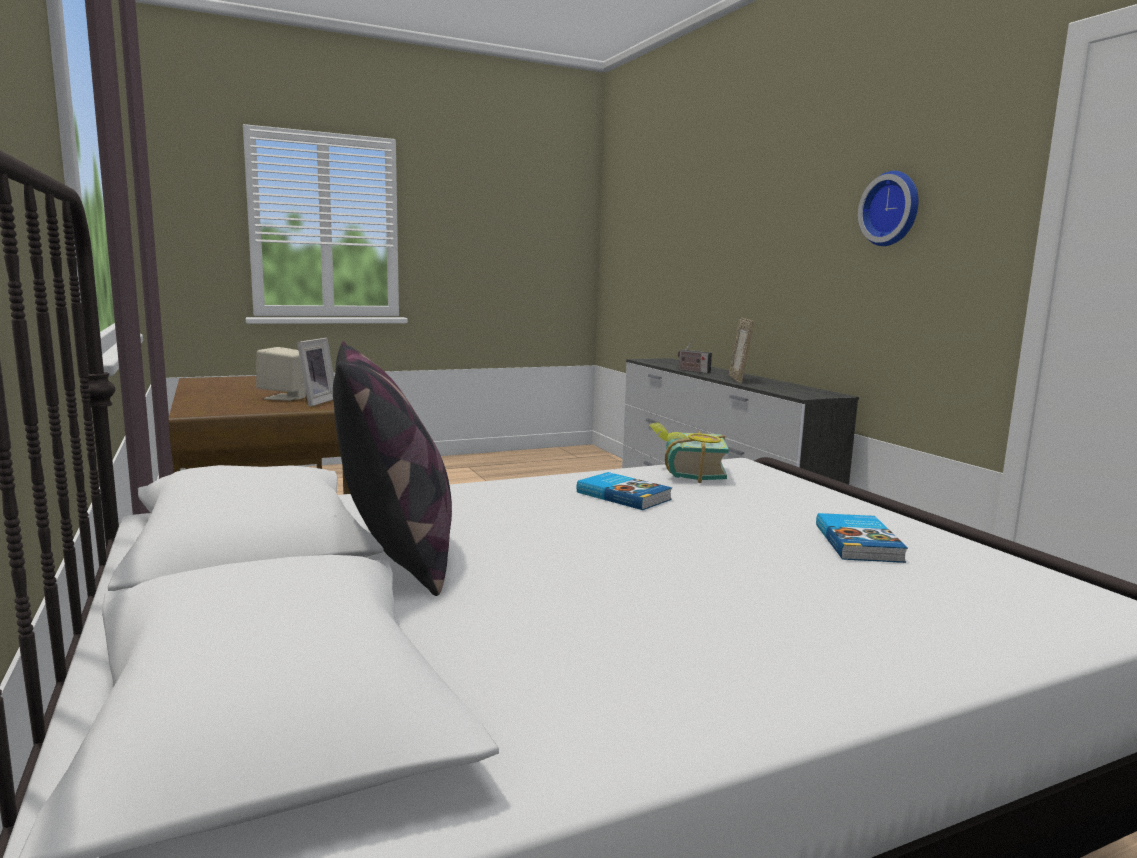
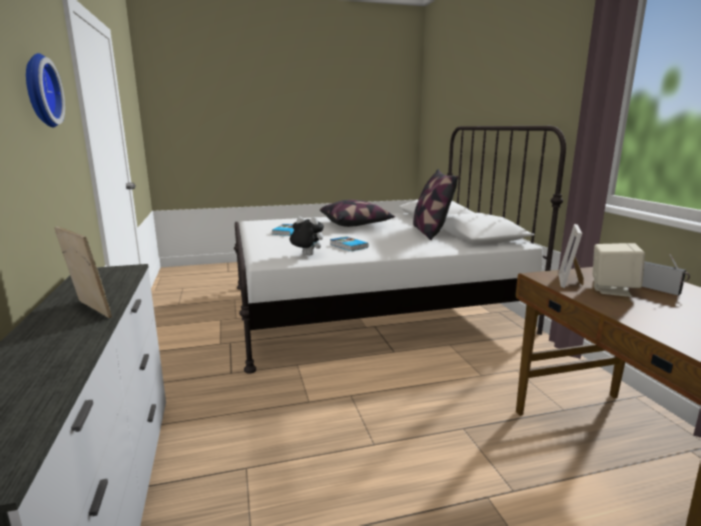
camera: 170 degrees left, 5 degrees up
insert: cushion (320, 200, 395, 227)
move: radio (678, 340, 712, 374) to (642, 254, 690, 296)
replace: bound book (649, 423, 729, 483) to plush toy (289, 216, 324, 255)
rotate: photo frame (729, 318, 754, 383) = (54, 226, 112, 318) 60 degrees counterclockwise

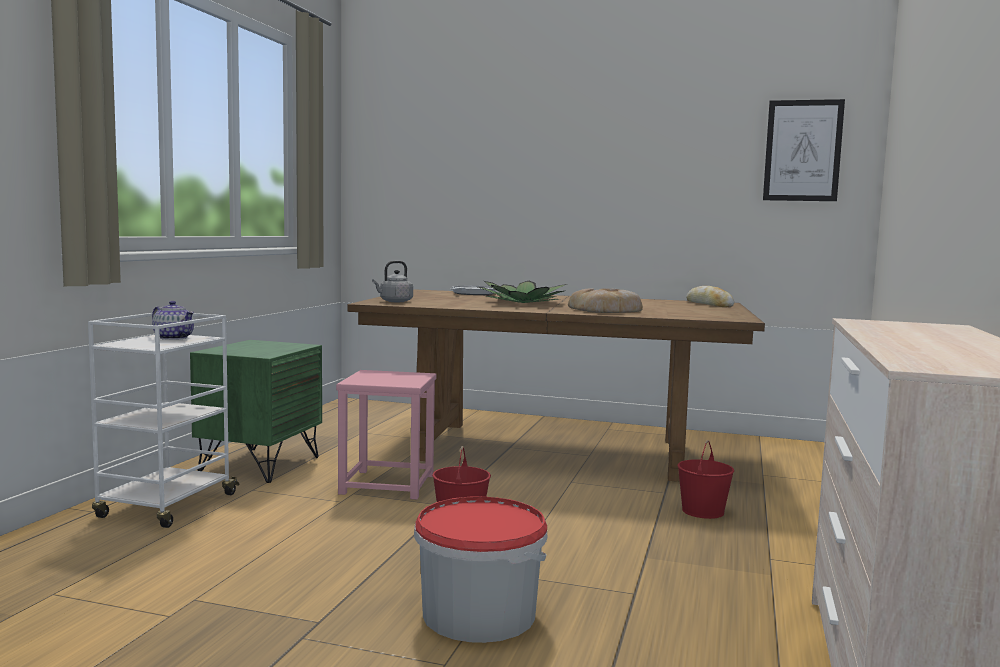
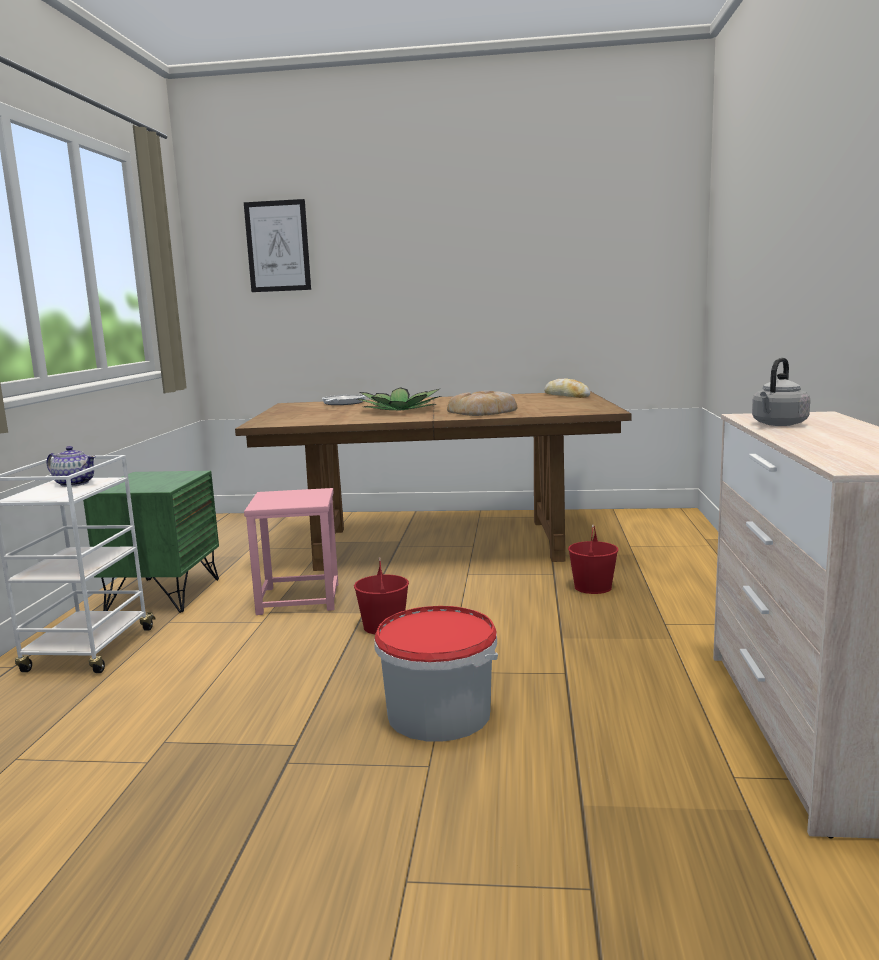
camera: 10 degrees left, 5 degrees up
move: wall art (763, 99, 845, 201) to (244, 199, 311, 292); gray water kettle (372, 261, 413, 302) to (752, 358, 810, 426)

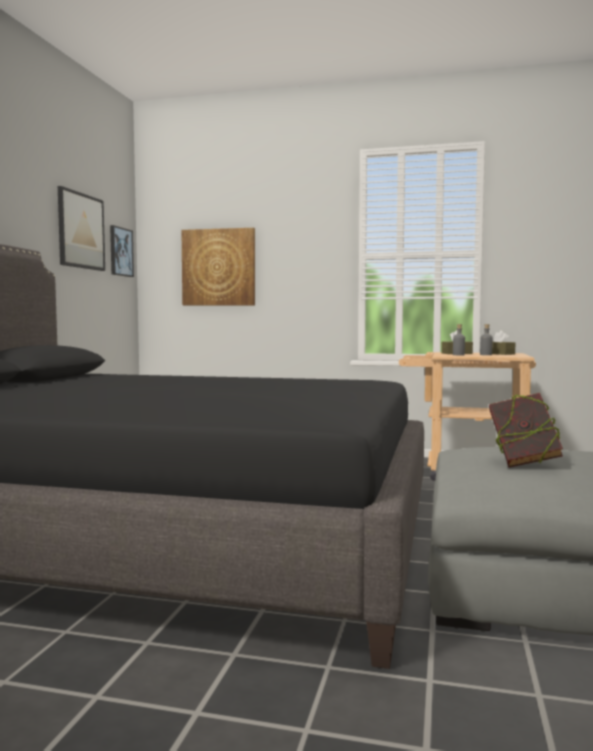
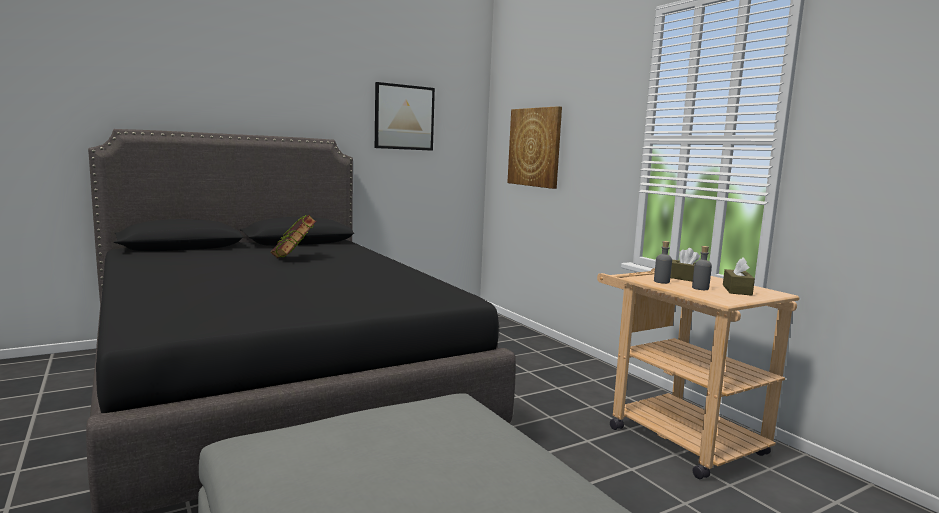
camera: 45 degrees right, 5 degrees up
delete: wall art (110, 225, 134, 277)
move: bound book (489, 393, 563, 468) to (271, 215, 316, 258)

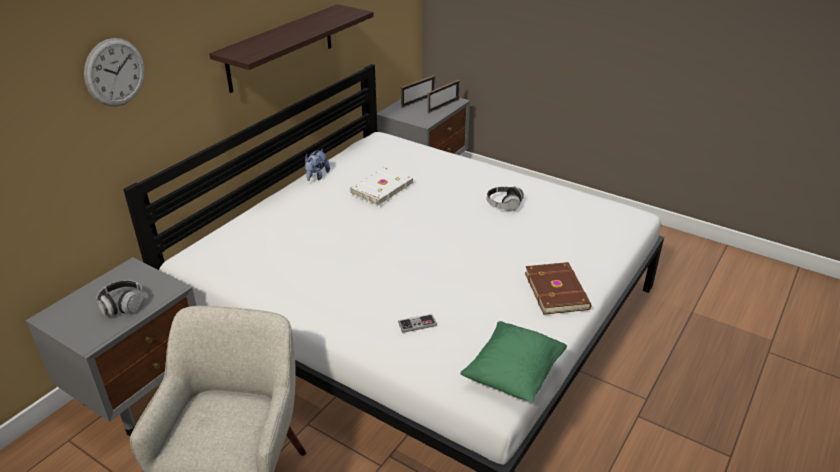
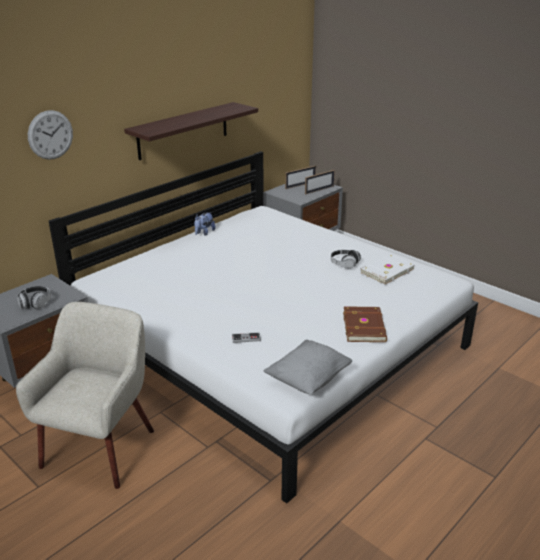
camera: 10 degrees right, 5 degrees down
move: white bound book (350, 167, 414, 206) to (360, 254, 416, 285)
recolor: green cushion (460, 321, 567, 402) to gray cushion (263, 339, 353, 394)

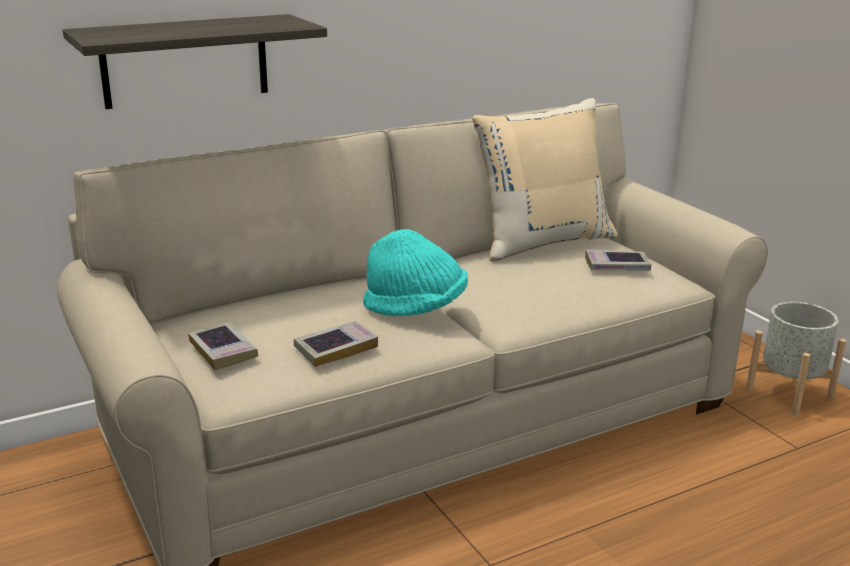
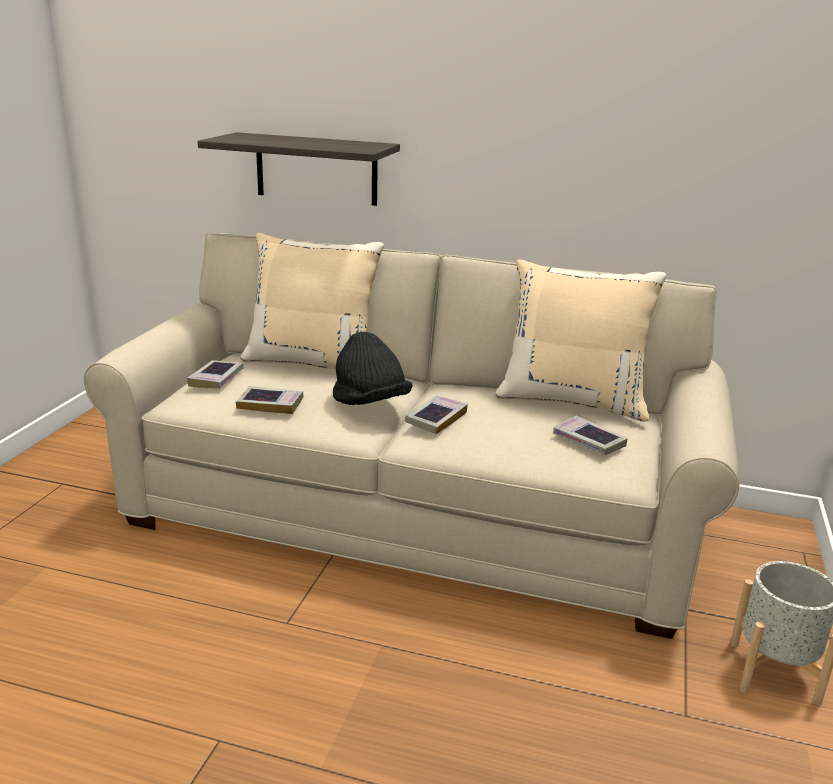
camera: 45 degrees right, 0 degrees up
insert: beige-coloured cushion (240, 233, 384, 370); bound book (405, 396, 468, 434)
recolor: blue-green clothing hat (363, 229, 468, 316) to black-coloured clothing hat (333, 331, 413, 405)

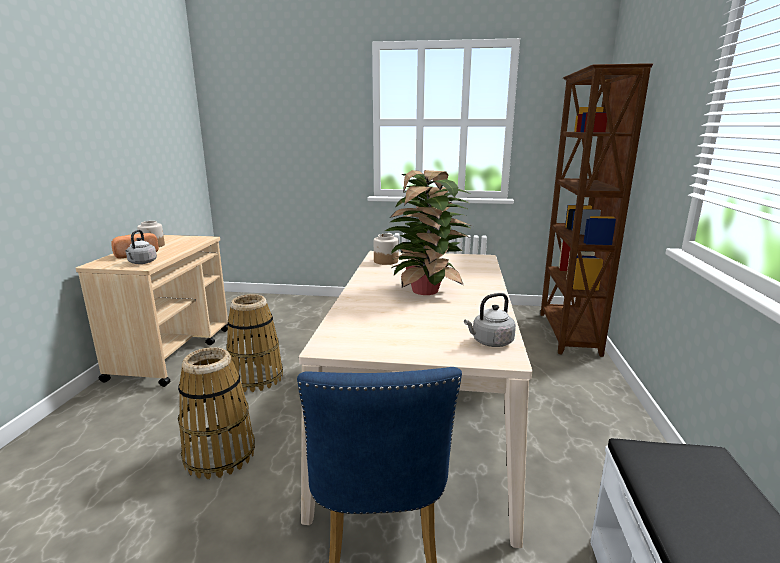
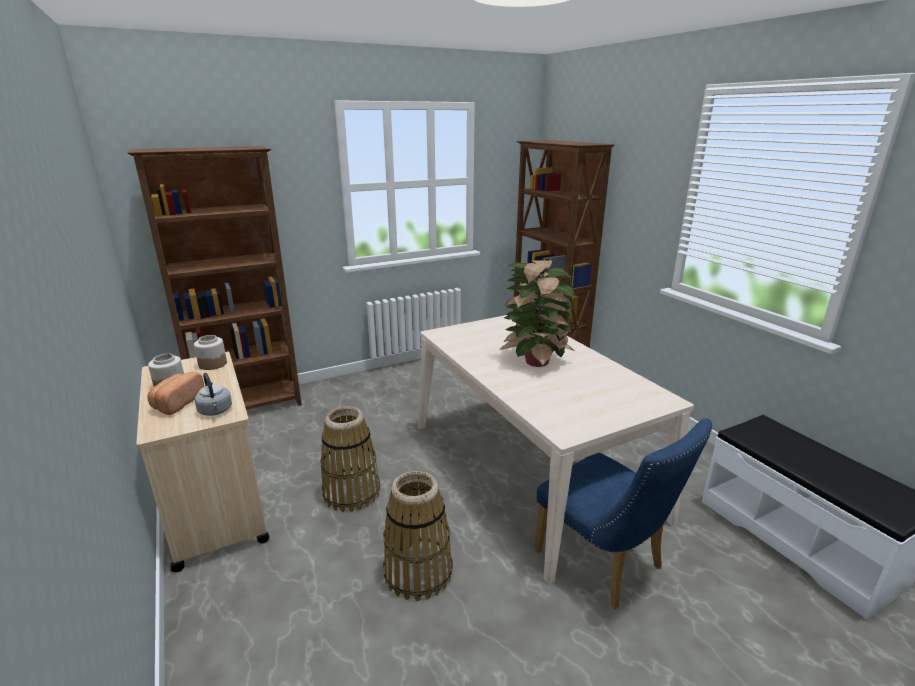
camera: 35 degrees left, 5 degrees up
delete: gray water kettle (464, 293, 516, 347)
insert: brown-coloured bookcase (127, 146, 302, 410)
move: preserve jar (374, 234, 398, 265) to (194, 335, 227, 370)

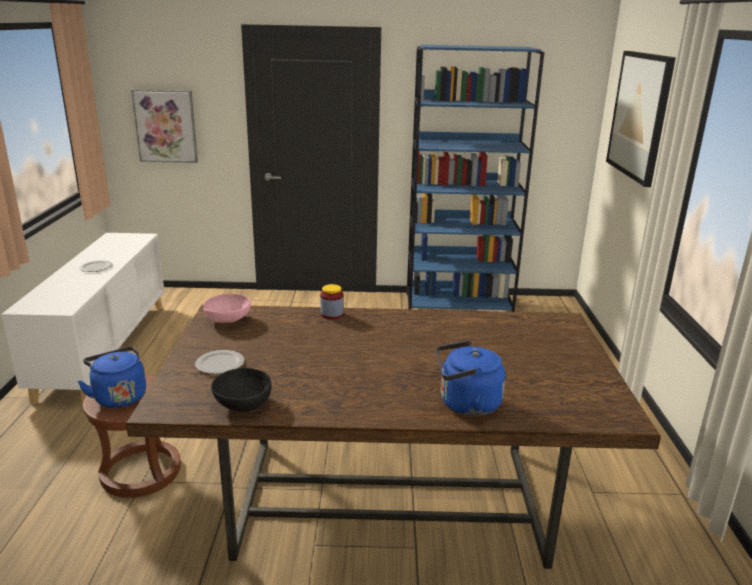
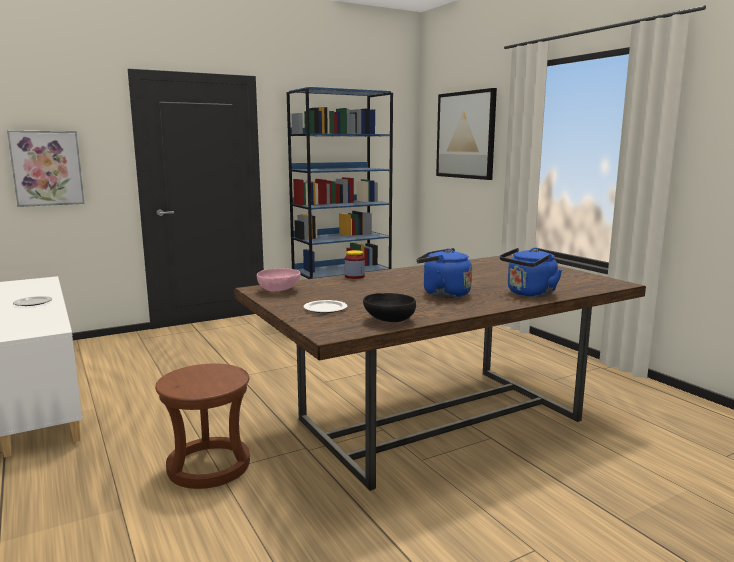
camera: 30 degrees left, 10 degrees down
move: bluish water kettle (78, 347, 146, 408) to (417, 248, 472, 298)

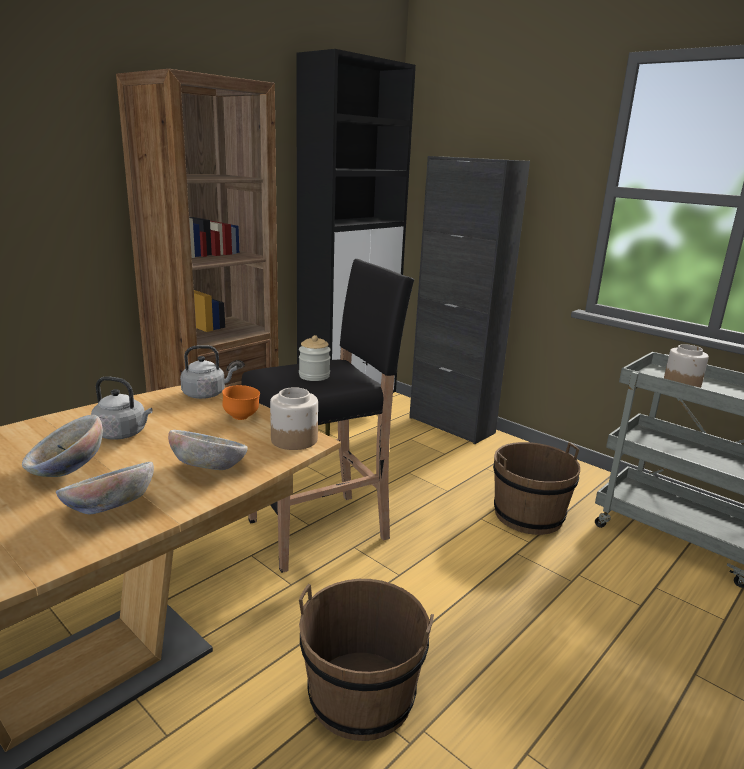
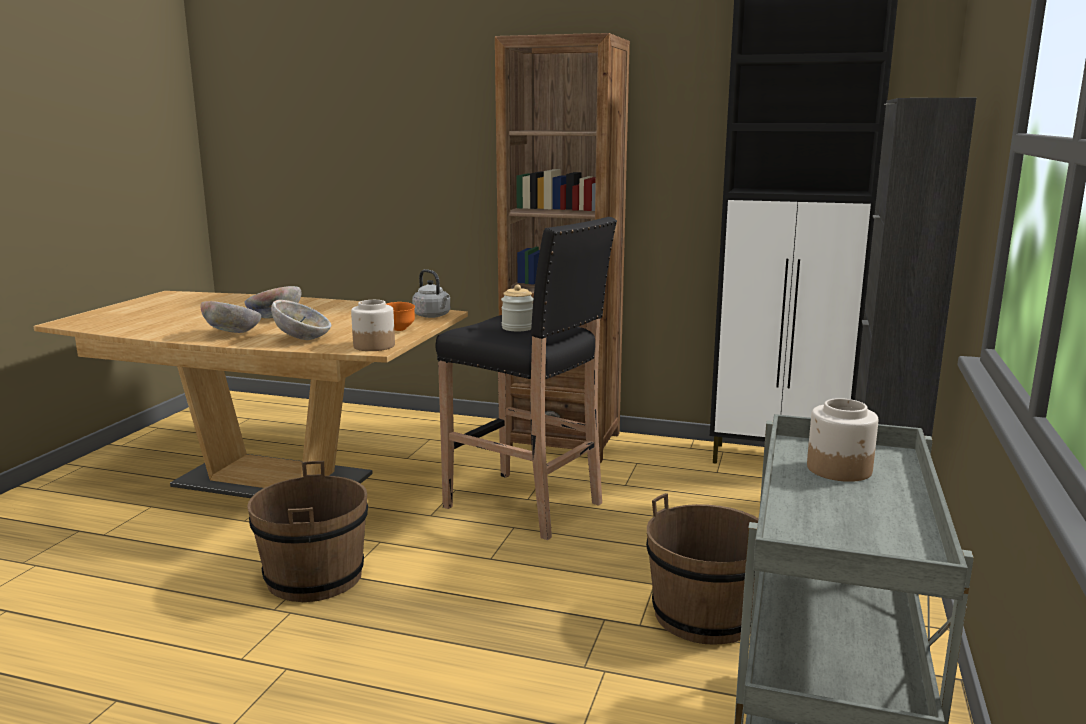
camera: 65 degrees right, 5 degrees down
delete: gray water kettle (91, 377, 153, 440)

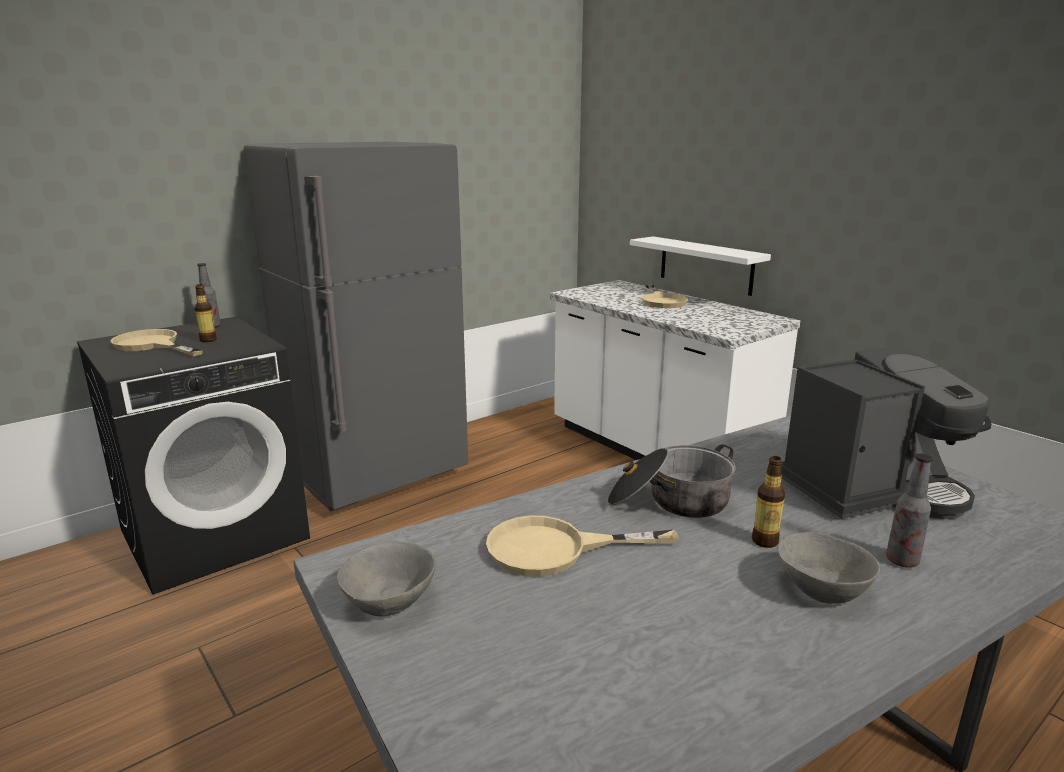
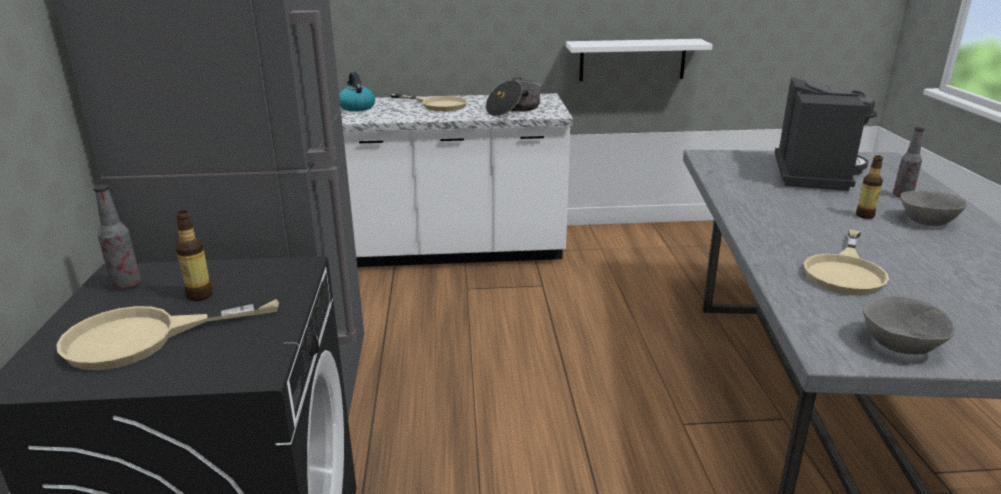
camera: 55 degrees left, 5 degrees up
insert: water kettle (339, 72, 375, 111)
move: white bracket shelf (630, 236, 771, 296) to (566, 39, 713, 81); saucepot (607, 444, 736, 518) to (486, 77, 542, 116)

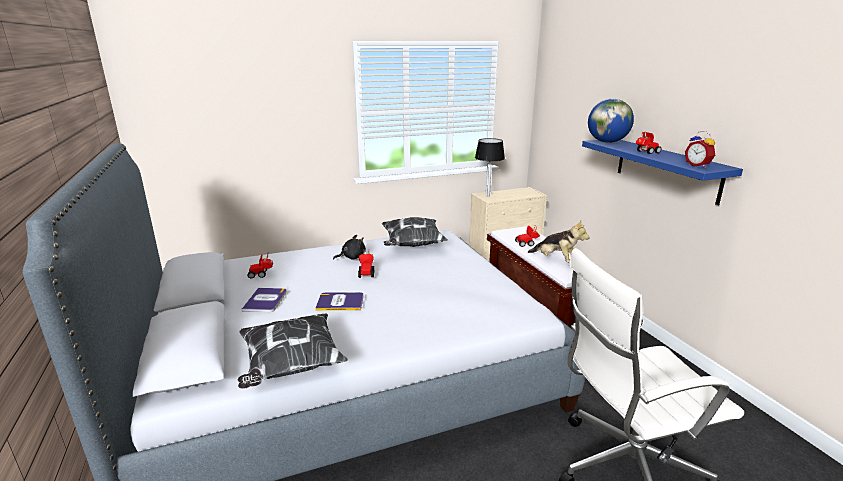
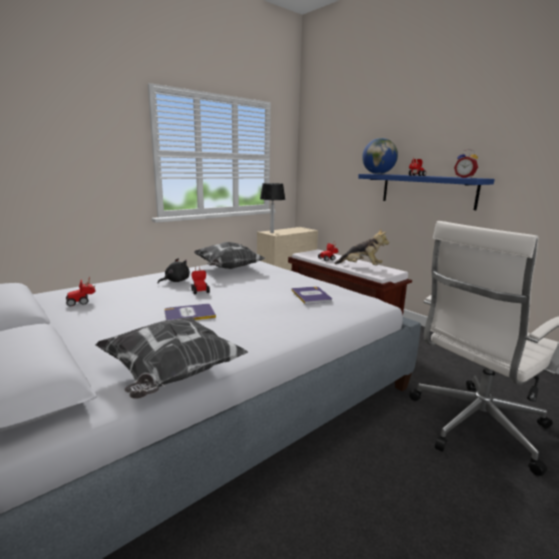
camera: 20 degrees left, 5 degrees down
move: bound book (242, 288, 287, 312) to (291, 286, 332, 304)

